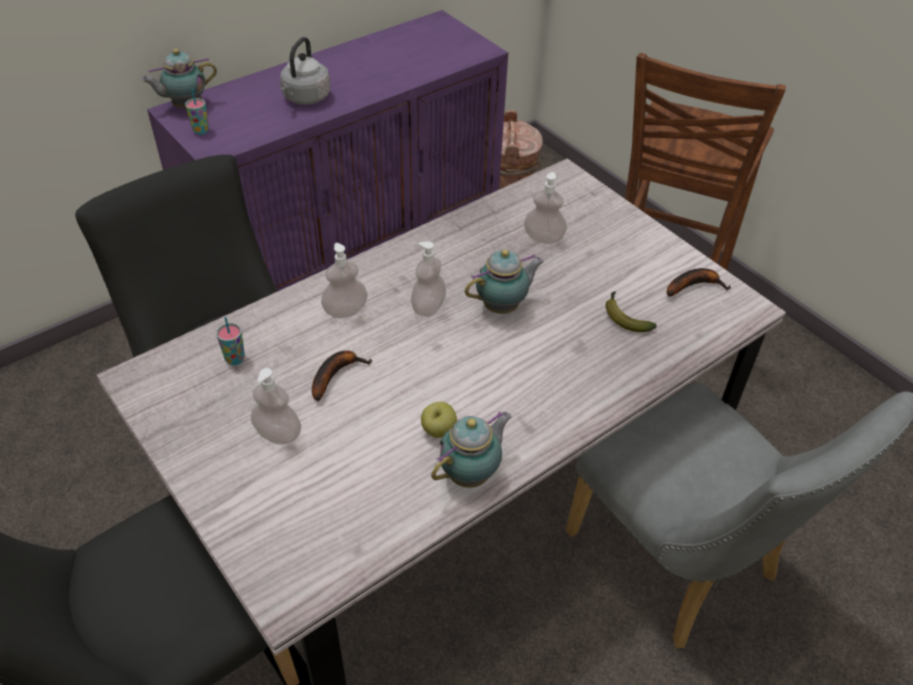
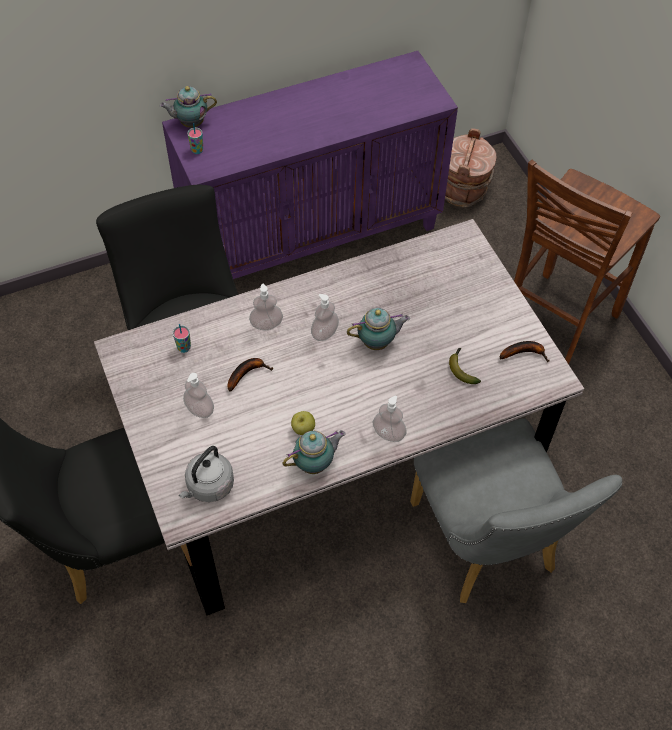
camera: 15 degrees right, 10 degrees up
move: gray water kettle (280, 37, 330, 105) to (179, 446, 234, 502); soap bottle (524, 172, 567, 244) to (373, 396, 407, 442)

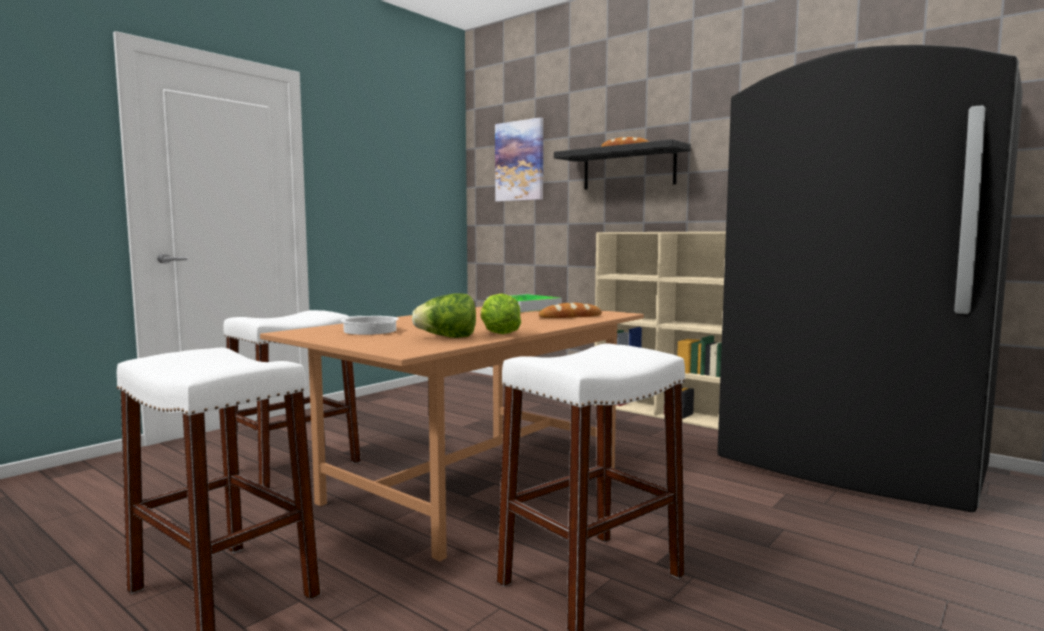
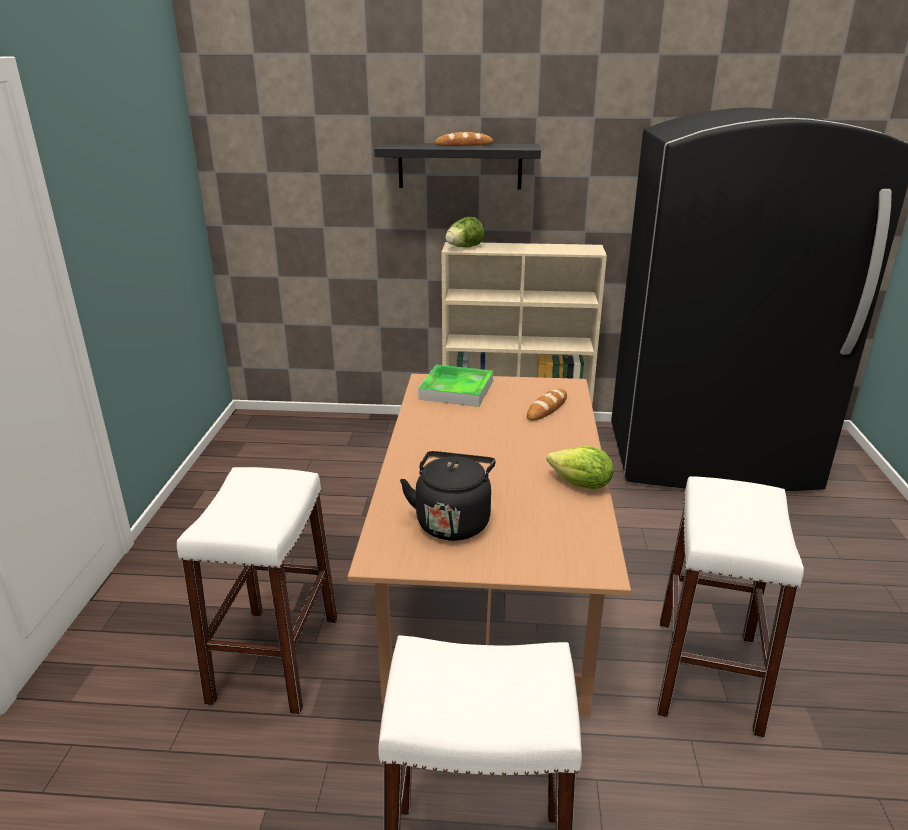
camera: 35 degrees left, 20 degrees up
delete: wall art (495, 117, 543, 202)
move: head of lettuce (412, 293, 476, 338) to (445, 217, 484, 248)
replace: saucepot (341, 316, 399, 335) to black-coloured water kettle (400, 451, 496, 541)

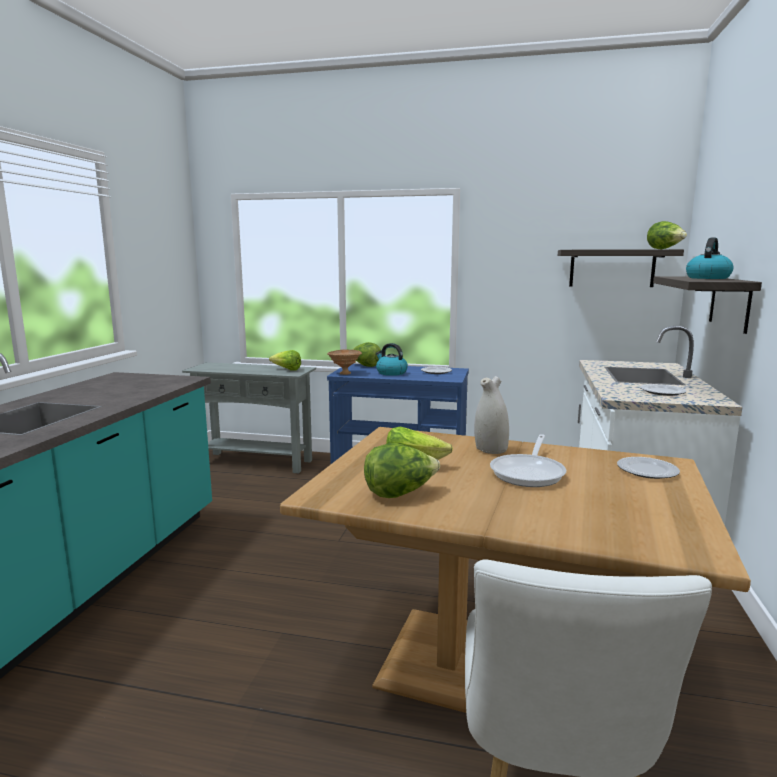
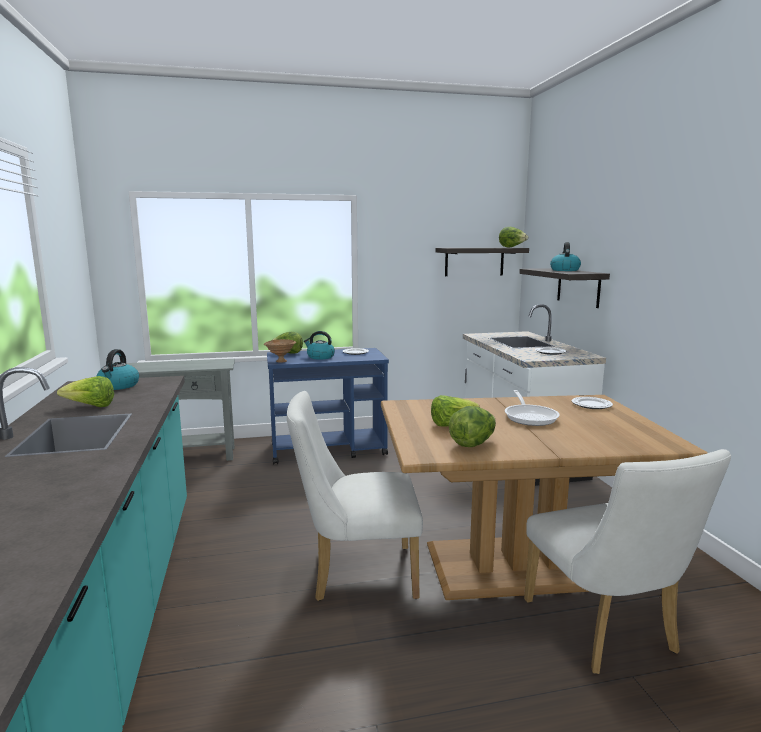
camera: 25 degrees left, 0 degrees up
delete: white decorative vase (474, 376, 509, 454)
insert: water kettle (97, 349, 139, 390); white upright chair (287, 391, 423, 601)
move: head of lettuce (269, 350, 301, 371) to (57, 376, 114, 407)

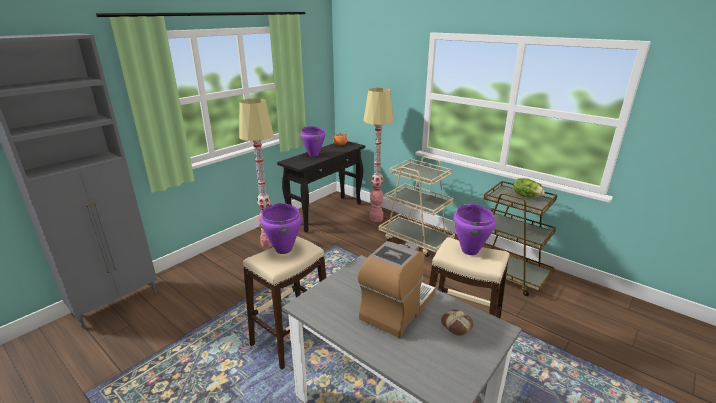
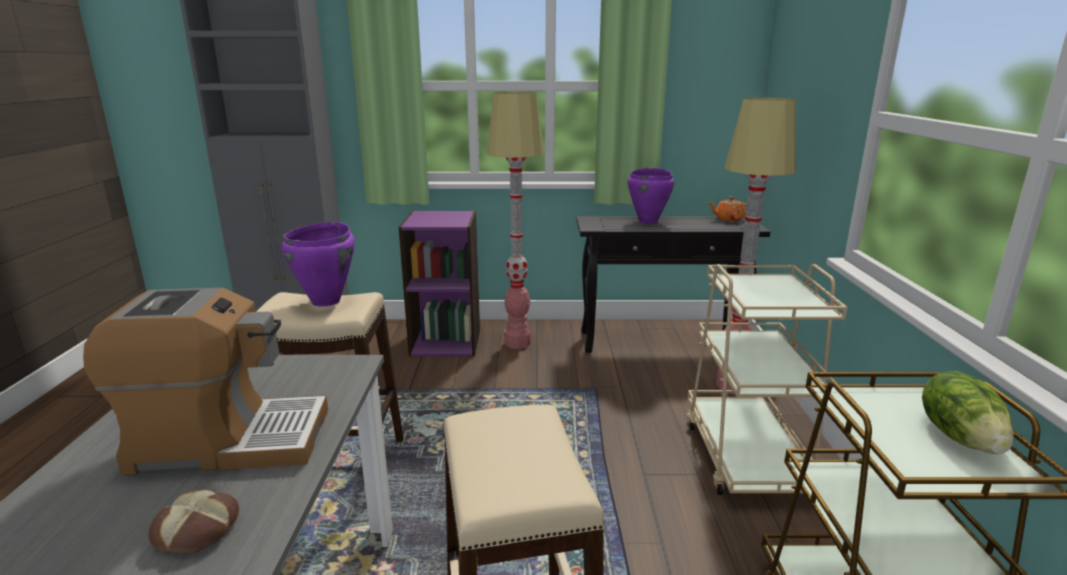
camera: 50 degrees right, 5 degrees down
delete: purple-coloured saucepot (453, 204, 496, 255)
insert: purple-coloured bookcase (399, 211, 480, 356)

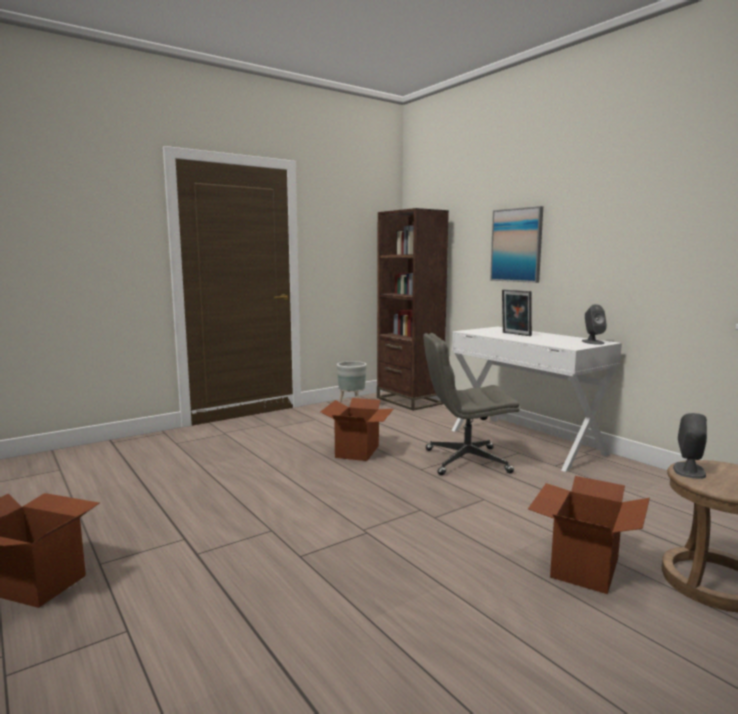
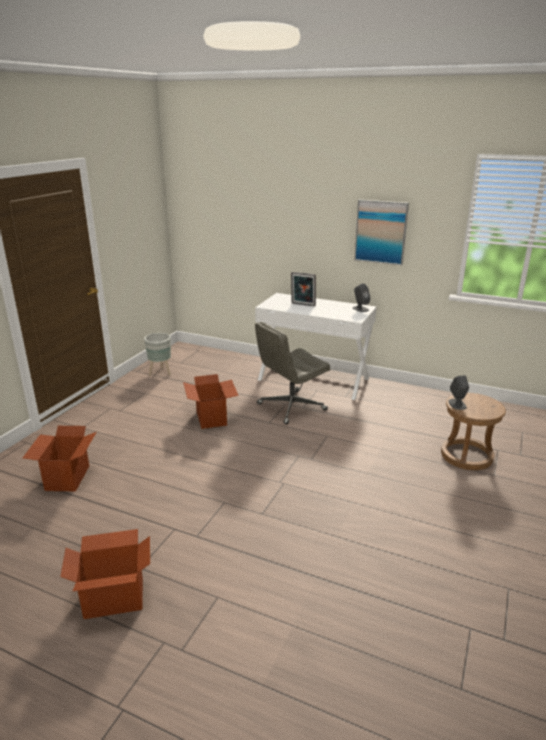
camera: 30 degrees left, 15 degrees up
delete: brown-coloured bookcase (377, 208, 449, 411)
move: wall art (490, 206, 543, 283) to (354, 200, 409, 266); cardboard box (528, 476, 650, 594) to (23, 426, 97, 491)

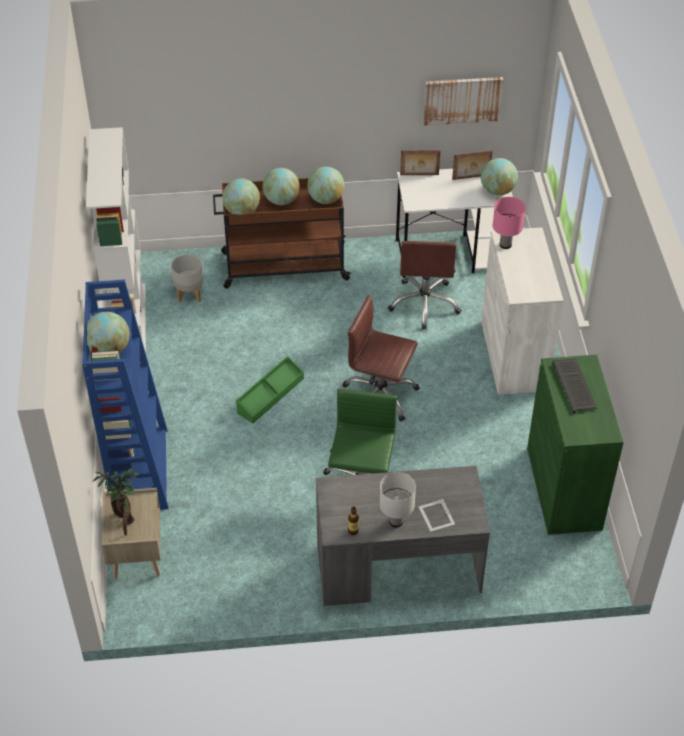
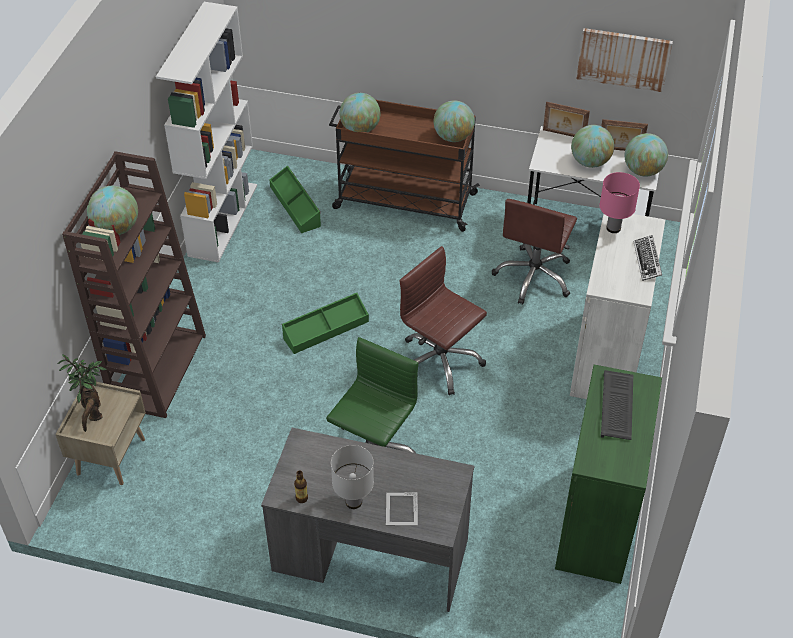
camera: 20 degrees right, 0 degrees up
insert: computer keyboard (634, 235, 662, 281)
move: world globe (263, 168, 300, 205) to (571, 125, 614, 168)
replace: gray flower pot (171, 254, 203, 303) to green storage container (269, 166, 321, 233)
recolor: bluish bookcase (82, 279, 169, 510) to brown-coloured bookcase (62, 151, 206, 418)

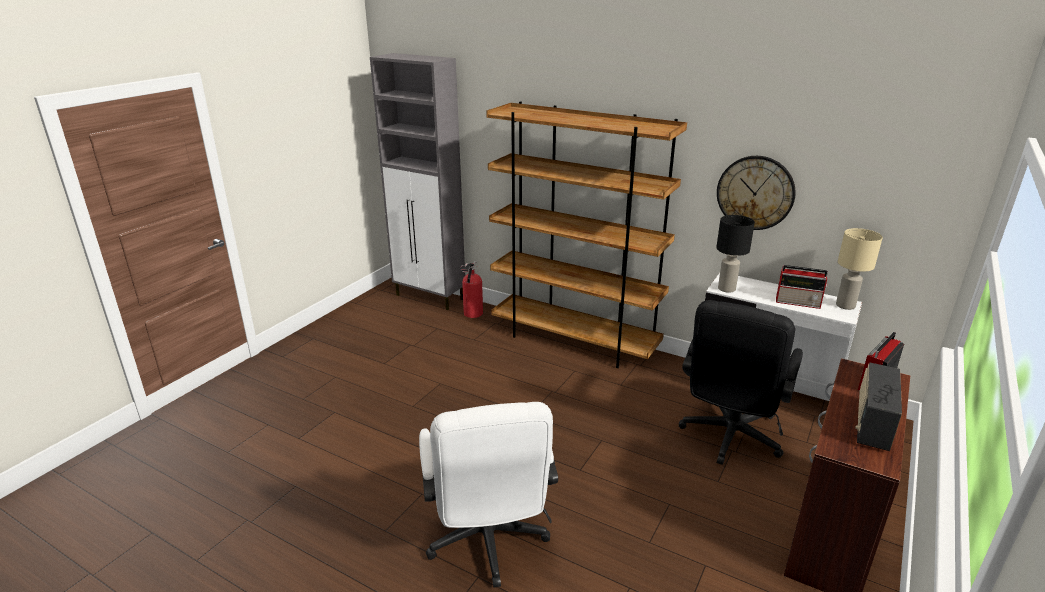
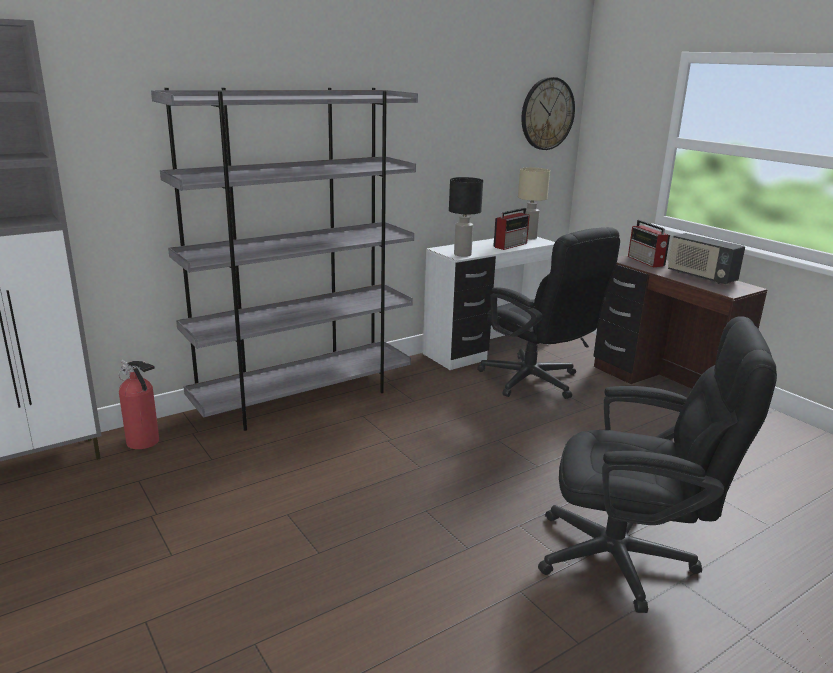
camera: 65 degrees left, 5 degrees down
move: wall clock (717, 156, 796, 230) to (521, 77, 575, 150)
recolor: brown-coloured bookcase (486, 102, 687, 368) to gray bookcase (151, 88, 418, 431); white computer chair (419, 402, 558, 588) to black-coloured computer chair (538, 316, 777, 613)

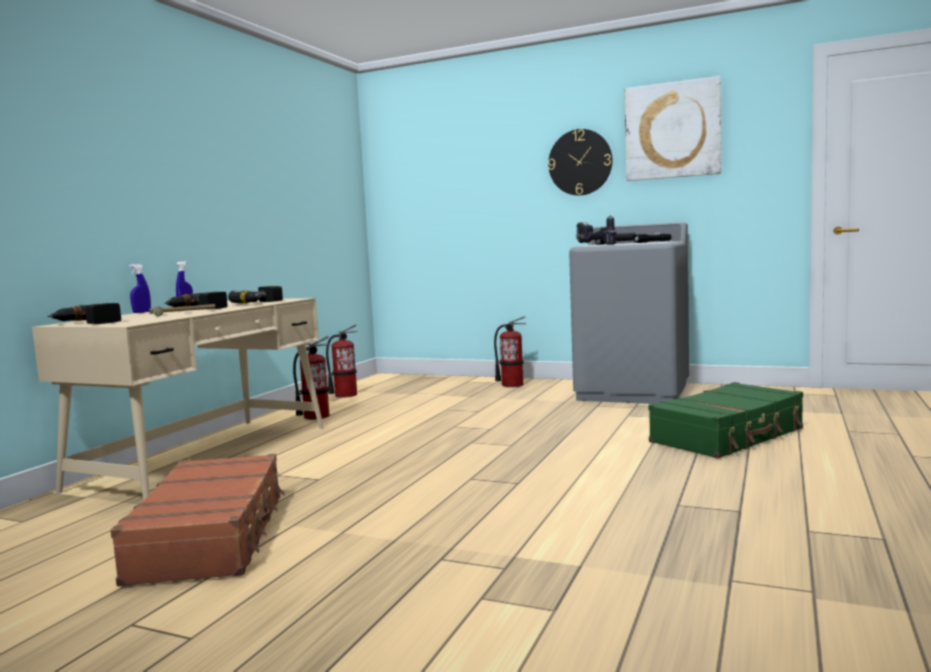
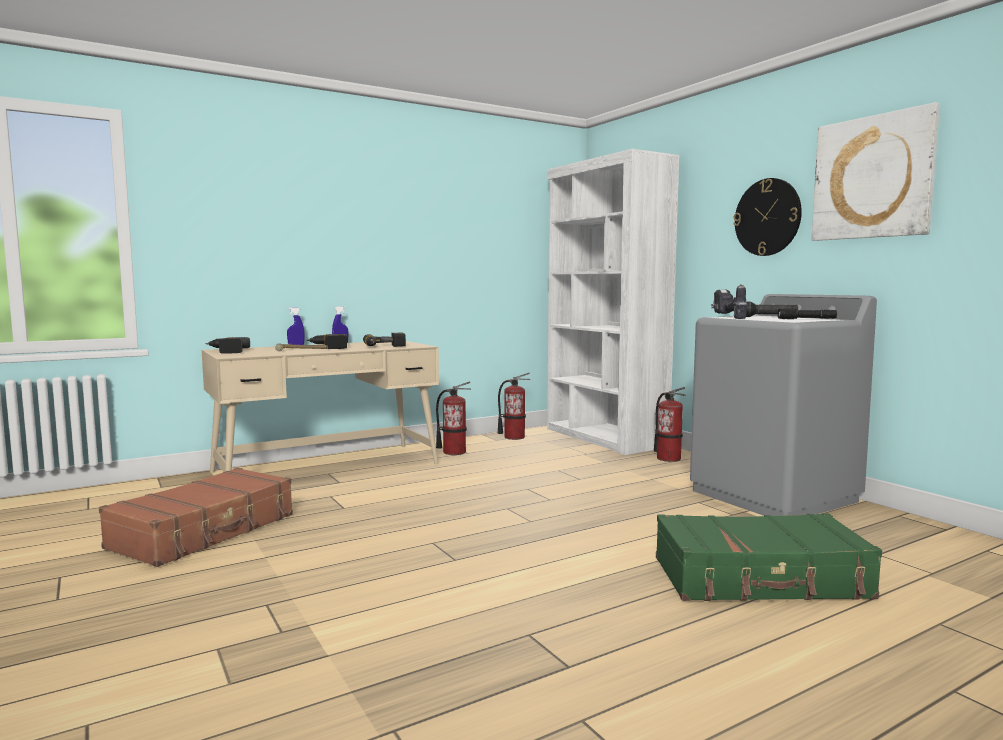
camera: 35 degrees right, 0 degrees up
insert: white bookcase (547, 149, 679, 455)

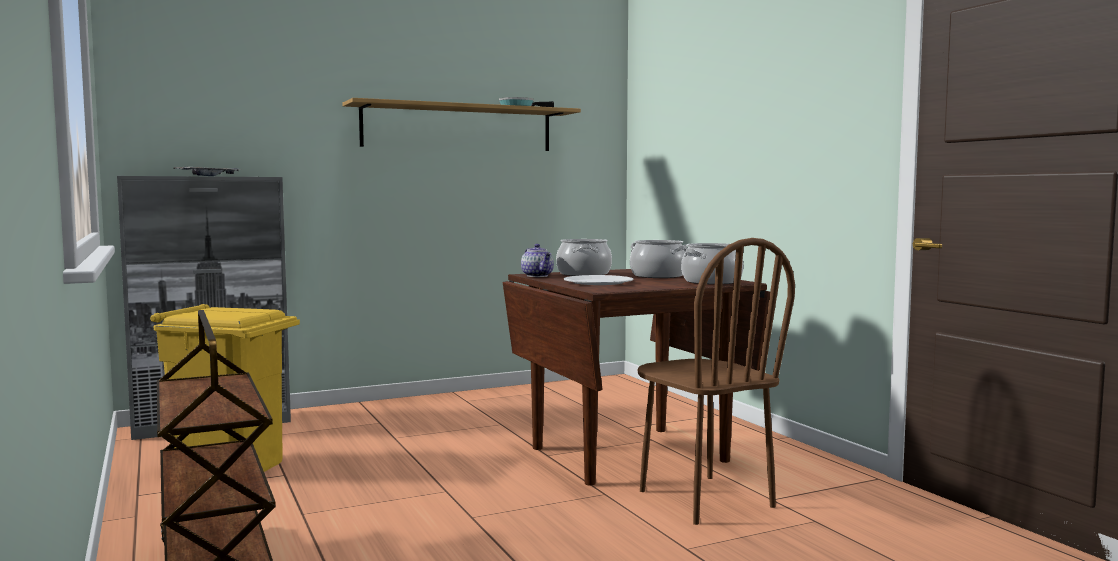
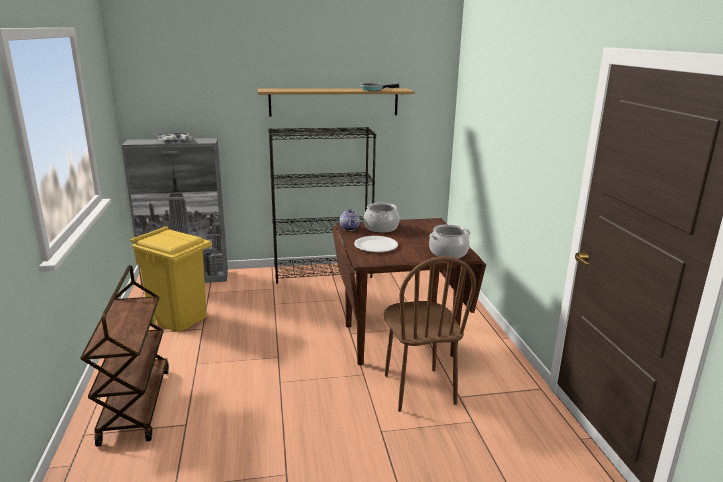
camera: 15 degrees right, 15 degrees up
delete: saucepot (630, 240, 687, 278)
insert: black-coloured bookcase (268, 127, 376, 284)

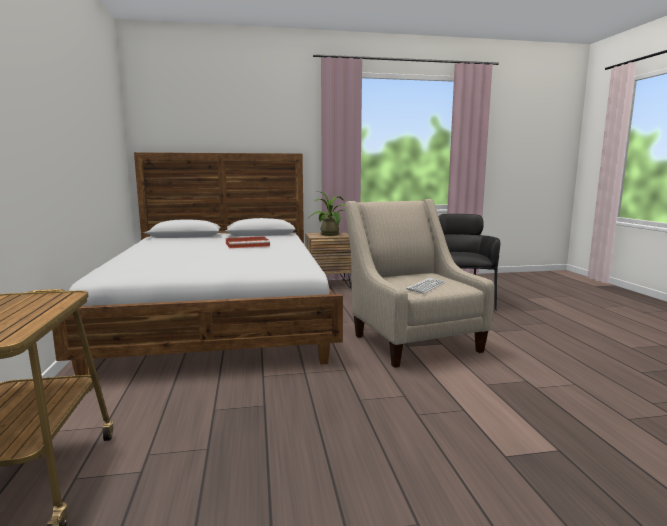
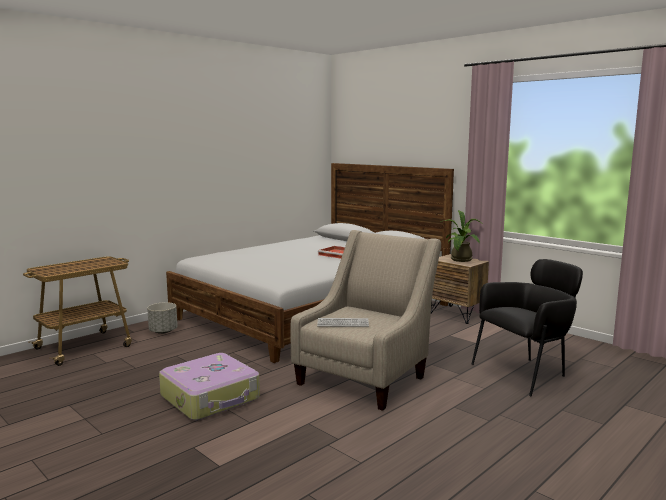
camera: 55 degrees right, 0 degrees up
insert: gray flower pot (147, 302, 178, 334); suitcase (159, 353, 260, 420)

